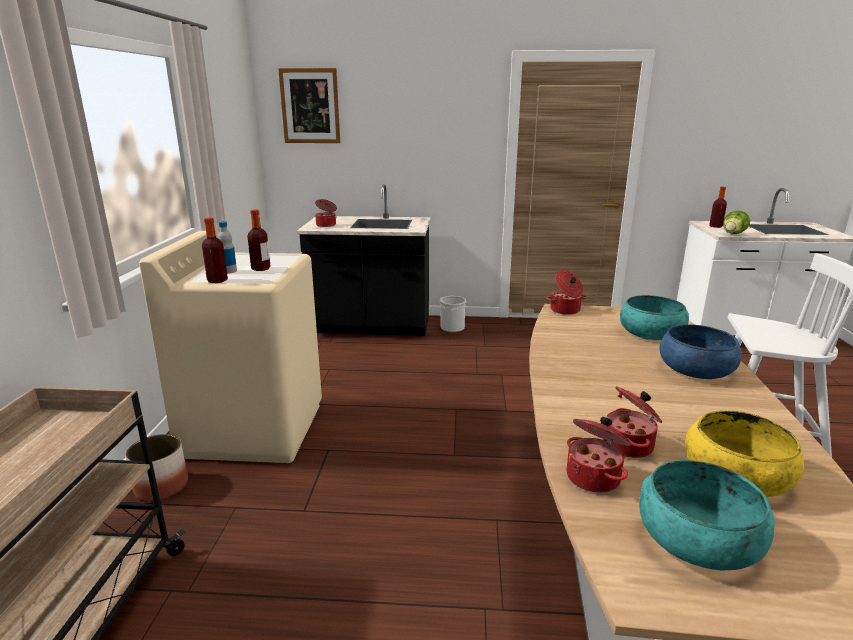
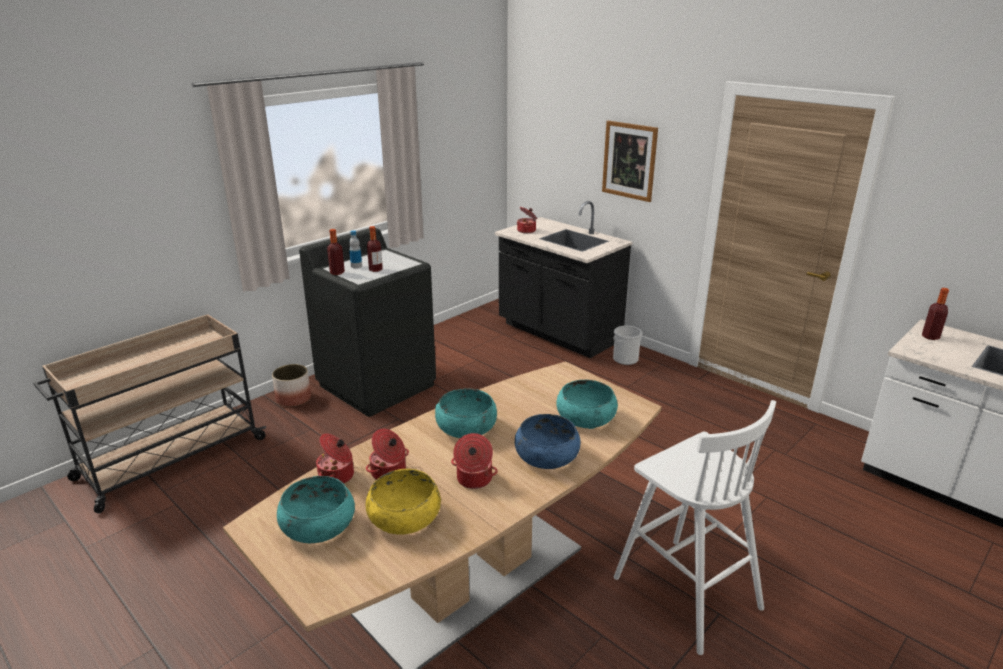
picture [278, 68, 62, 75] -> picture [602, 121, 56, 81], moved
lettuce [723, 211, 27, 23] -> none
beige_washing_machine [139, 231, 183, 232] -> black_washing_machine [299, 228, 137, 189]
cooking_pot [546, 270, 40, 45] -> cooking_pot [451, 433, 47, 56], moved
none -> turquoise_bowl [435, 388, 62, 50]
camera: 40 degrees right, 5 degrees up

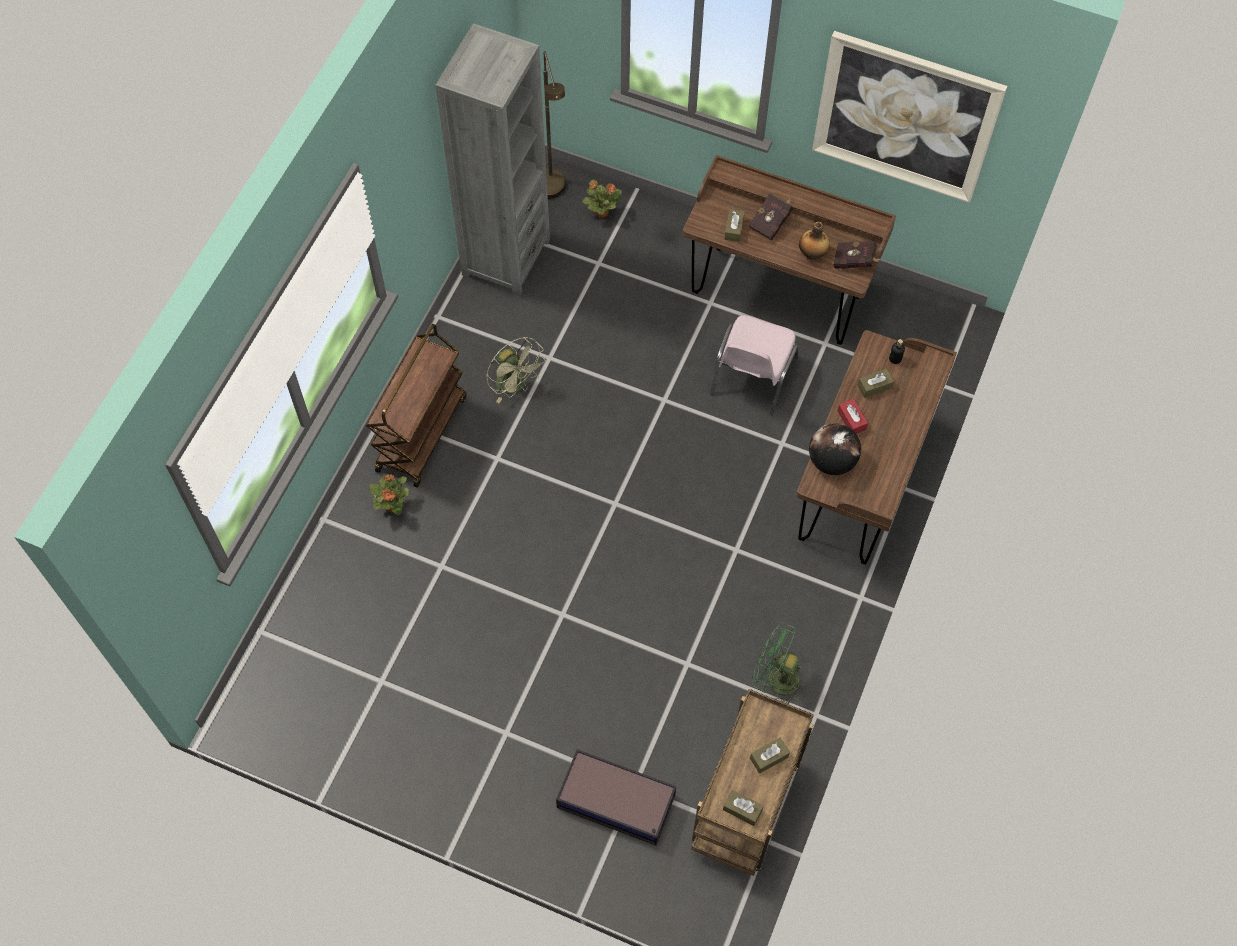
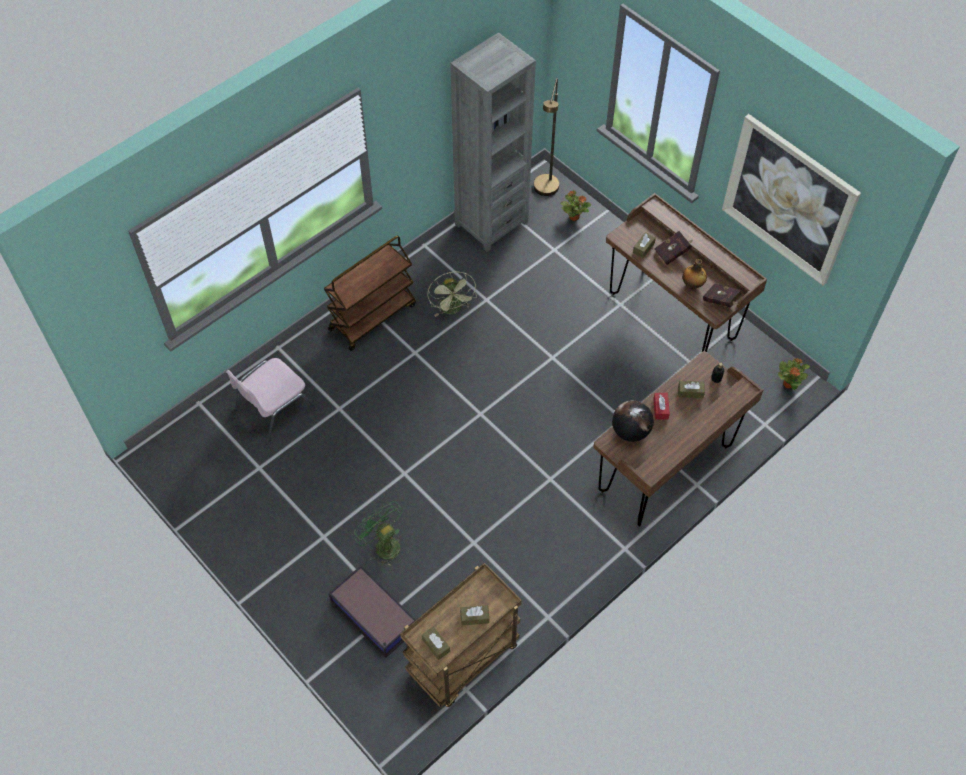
pink_chair [710, 315, 89, 100] -> pink_chair [226, 358, 90, 83], moved
potted_plant [369, 474, 40, 41] -> potted_plant [778, 358, 32, 32], moved
green_fan [752, 622, 53, 82] -> green_fan [354, 501, 49, 66], moved
camera: 25 degrees right, 5 degrees down

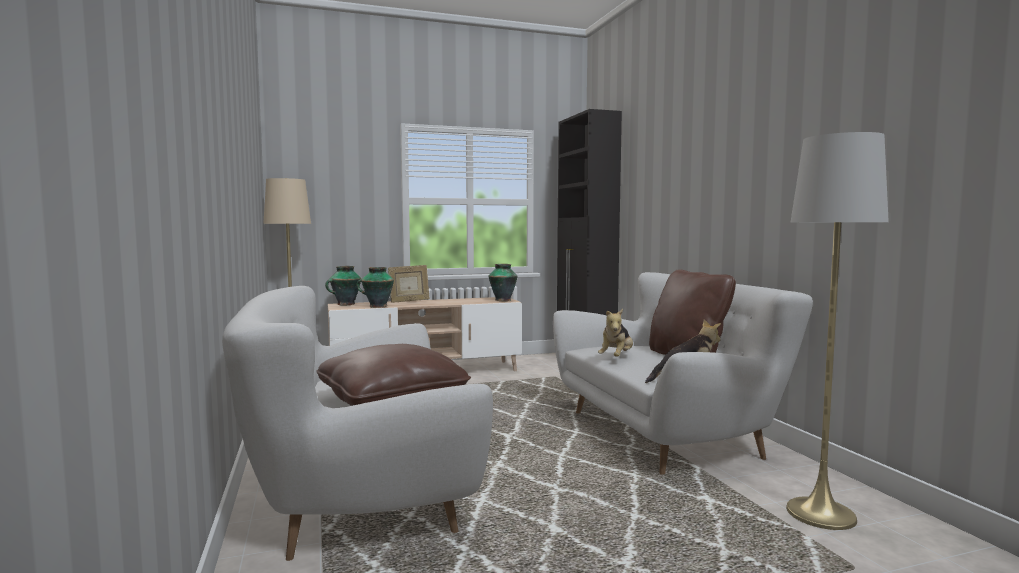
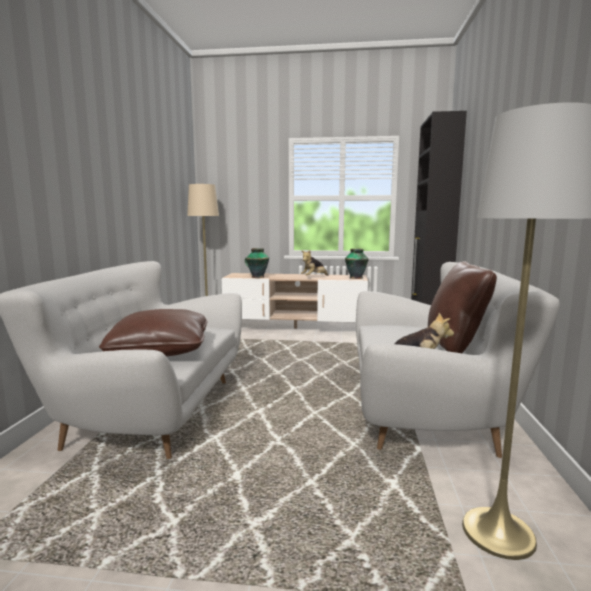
picture_frame [388, 265, 42, 38] -> none
vase [325, 266, 36, 39] -> none
plush_toy [598, 309, 35, 48] -> plush_toy [301, 250, 27, 26], moved
camera: 25 degrees right, 5 degrees up

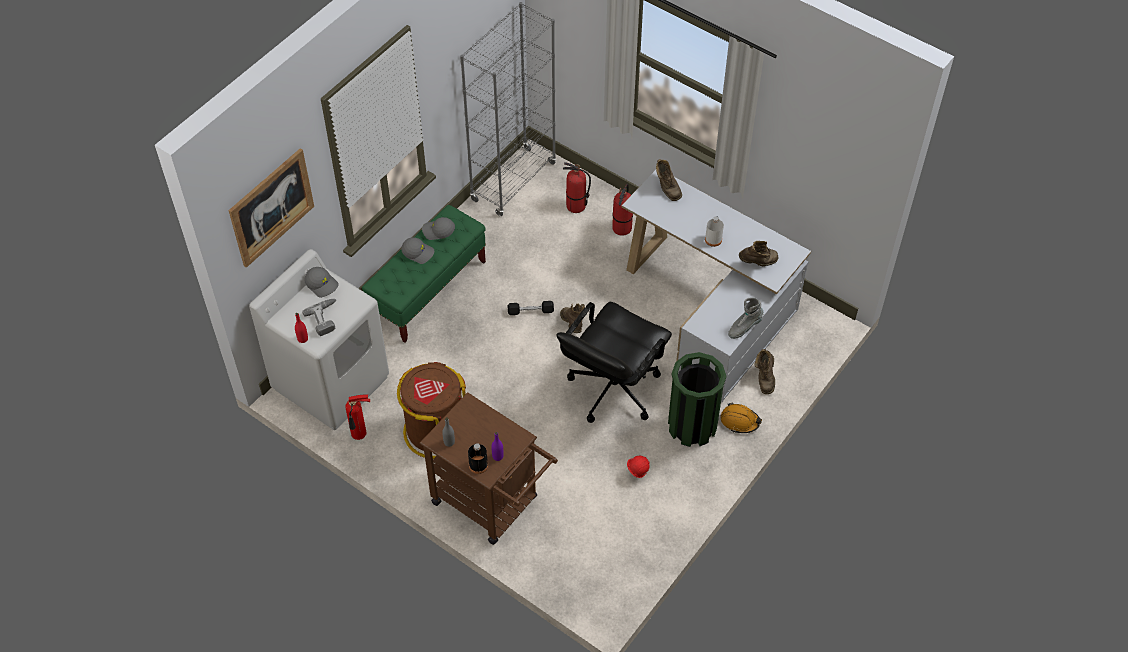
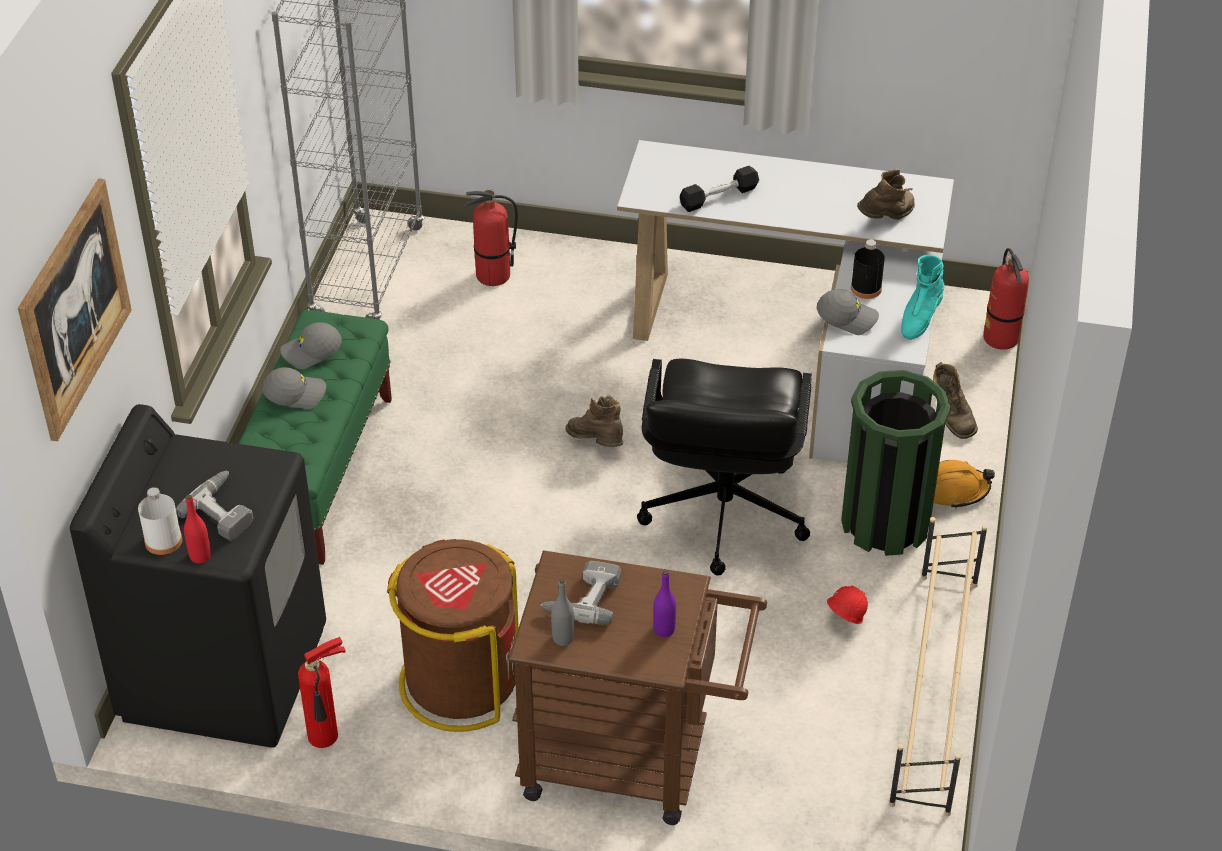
brown_boot [656, 159, 26, 42] -> none
fire_extinguisher [612, 184, 21, 52] -> fire_extinguisher [983, 248, 46, 102], moved
white_bottle [705, 216, 19, 31] -> white_bottle [138, 487, 44, 68], moved
white_washing_machine [249, 249, 140, 181] -> black_washing_machine [70, 404, 256, 344]
grey_cap [304, 267, 35, 31] -> grey_cap [817, 289, 62, 46], moved
grey_boot [728, 297, 35, 42] -> turquoise_boot [901, 255, 43, 85]
black_dumbbell [508, 301, 46, 14] -> black_dumbbell [680, 166, 79, 46], moved
black_bottle [468, 443, 20, 31] -> black_bottle [851, 239, 34, 60], moved
none -> beige_shoe_rack [889, 517, 98, 299]
none -> power_drill [541, 561, 80, 64]
camera: 25 degrees left, 10 degrees down

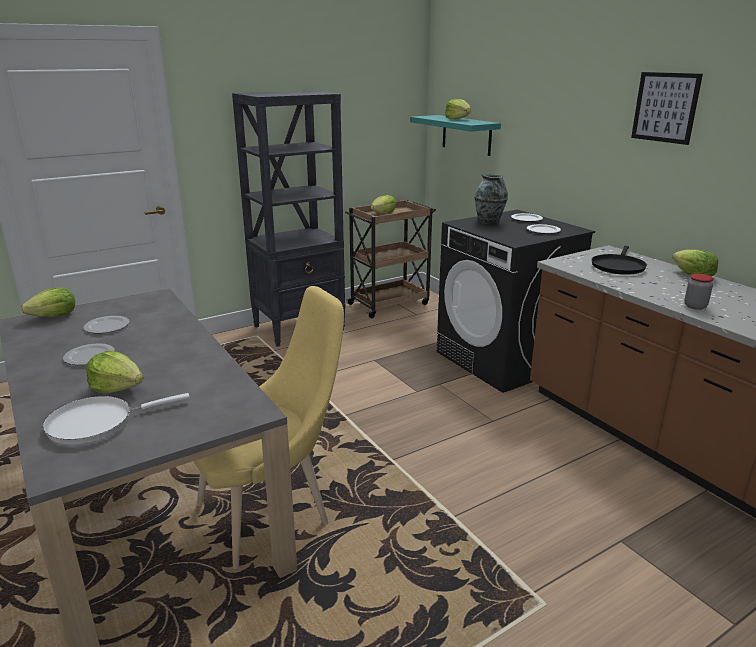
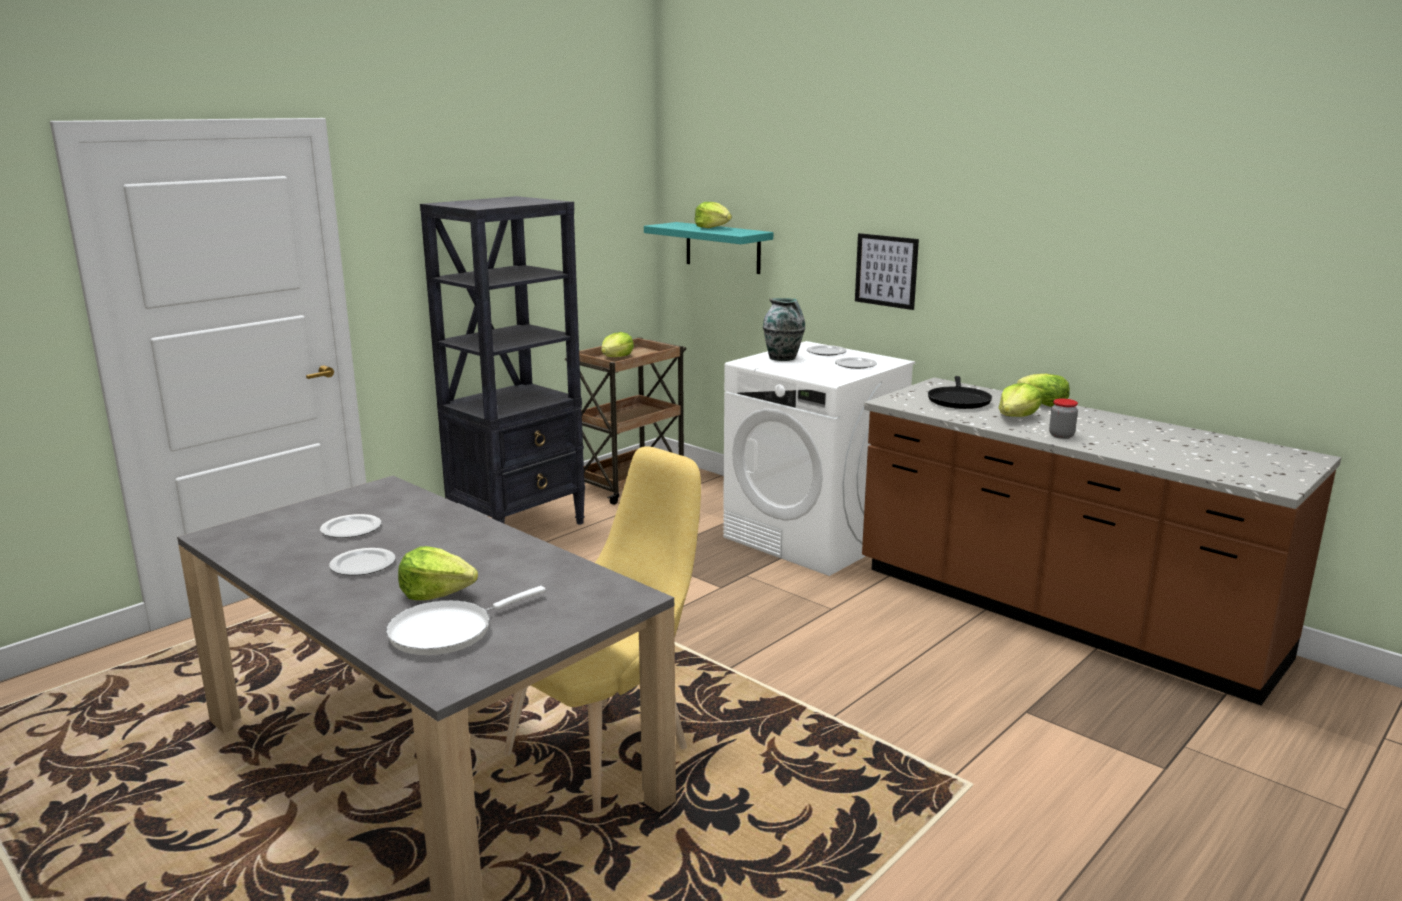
picture [631, 72, 72, 73] -> picture [855, 233, 64, 77], moved
black_washing_machine [437, 210, 158, 183] -> white_washing_machine [723, 341, 192, 235]
lettuce [21, 287, 54, 30] -> lettuce [999, 383, 43, 34], moved
camera: 15 degrees left, 5 degrees down

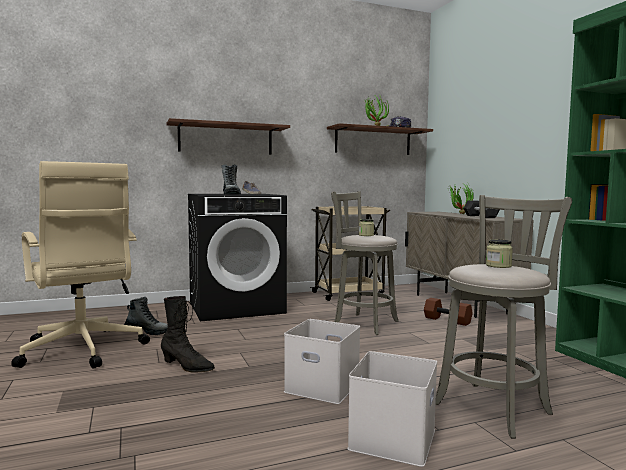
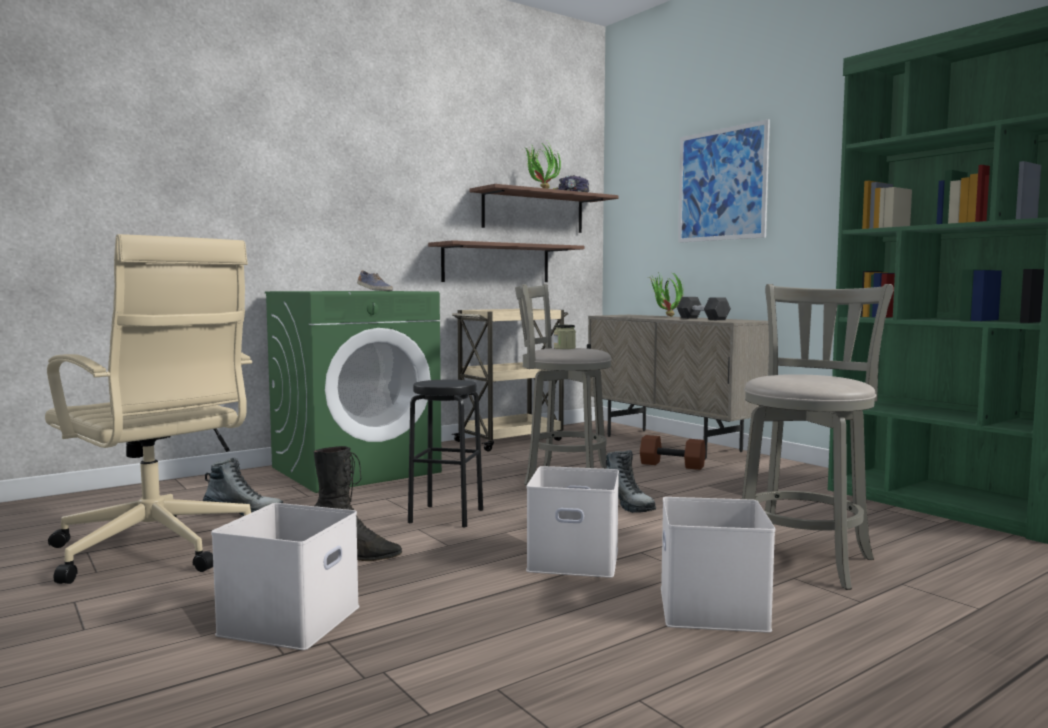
shelf [167, 118, 123, 37] -> shelf [428, 240, 156, 42], moved
boot [221, 164, 20, 31] -> boot [606, 450, 50, 63], moved
black_washing_machine [188, 194, 99, 127] -> green_washing_machine [265, 291, 177, 202]
jar [486, 239, 27, 29] -> none
none -> picture [678, 119, 92, 124]
none -> black_stool [408, 380, 75, 147]
none -> white_storage_box [211, 503, 148, 147]
camera: 15 degrees left, 0 degrees up

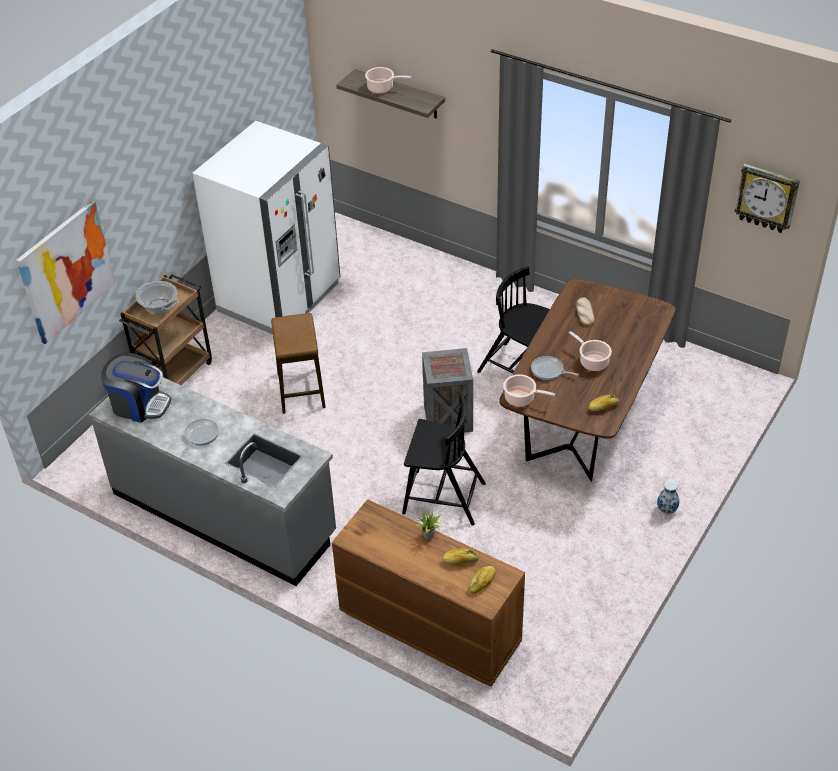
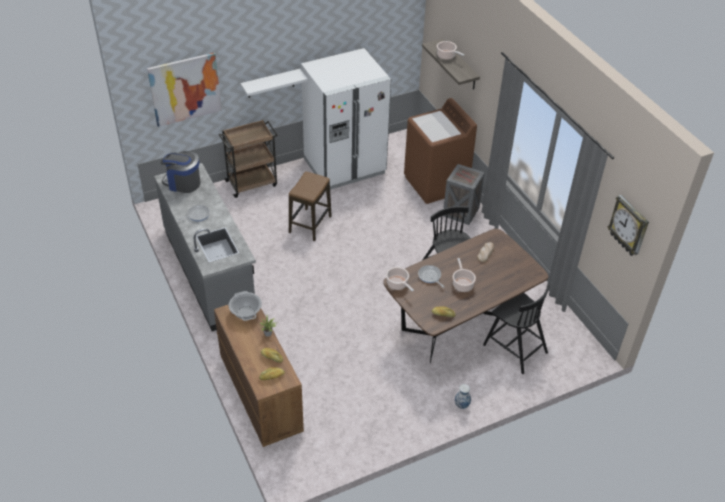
cooking_pot [135, 281, 44, 33] -> cooking_pot [229, 291, 33, 30], moved
crate [422, 348, 51, 85] -> crate [443, 164, 42, 61], moved
coffee_machine [101, 353, 70, 70] -> coffee_machine [161, 151, 39, 42], 150 degrees clockwise
black_chair [402, 393, 84, 132] -> black_chair [483, 284, 67, 90], moved
none -> white_shelf [241, 69, 67, 29]
none -> brown_washing_machine [404, 98, 73, 106]
camera: 30 degrees right, 0 degrees up

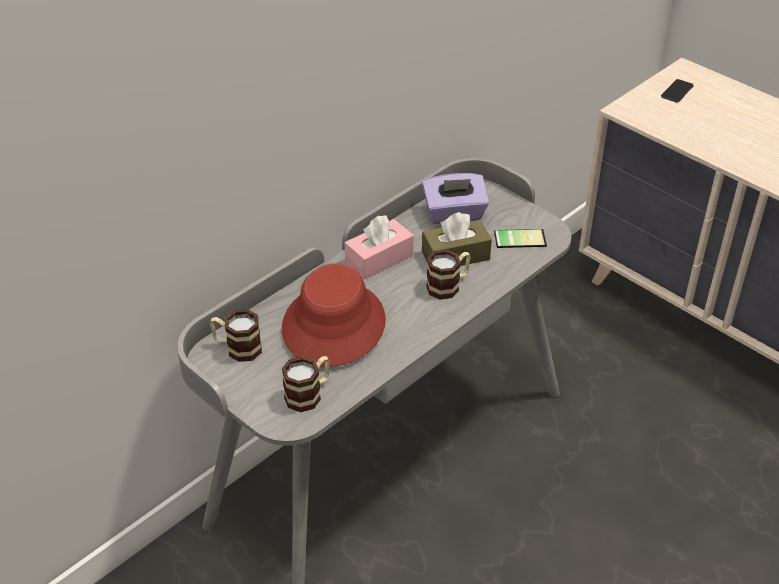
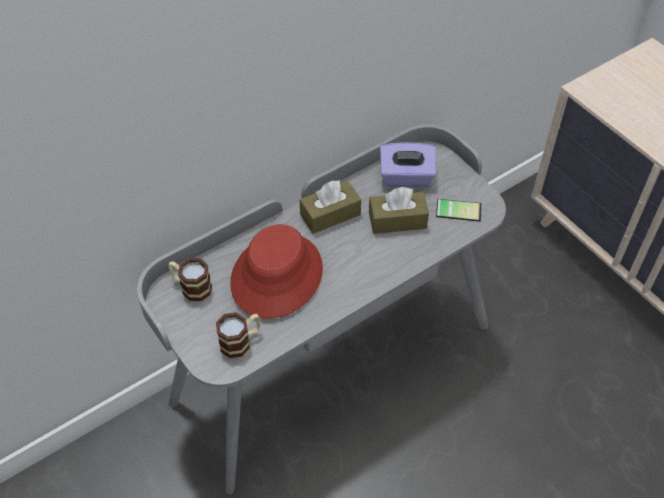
phone [661, 79, 33, 23] -> none
pink_tissue_box [345, 215, 69, 65] -> brown_tissue_box [300, 180, 61, 54]
mug [426, 250, 45, 50] -> none
camera: 10 degrees right, 10 degrees up

